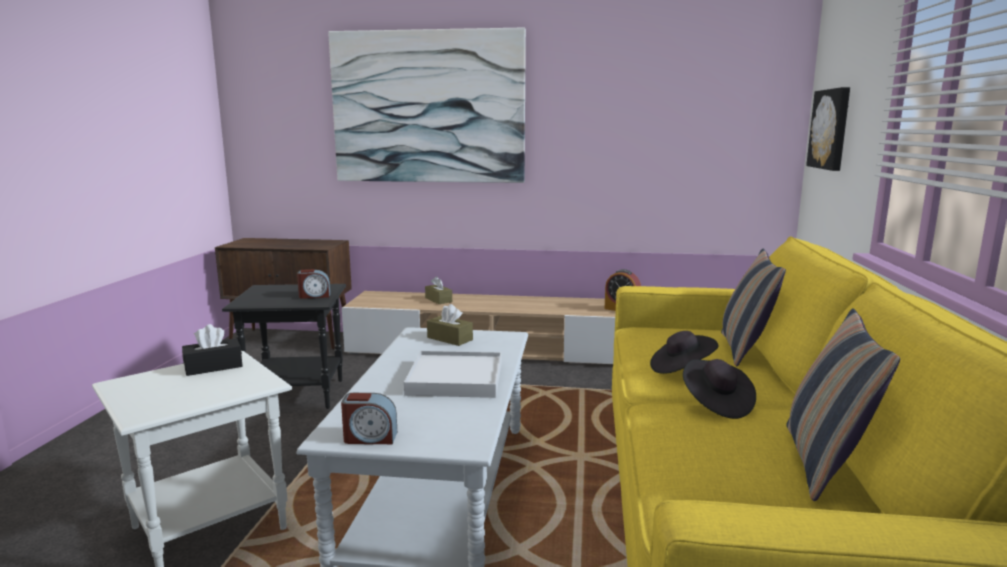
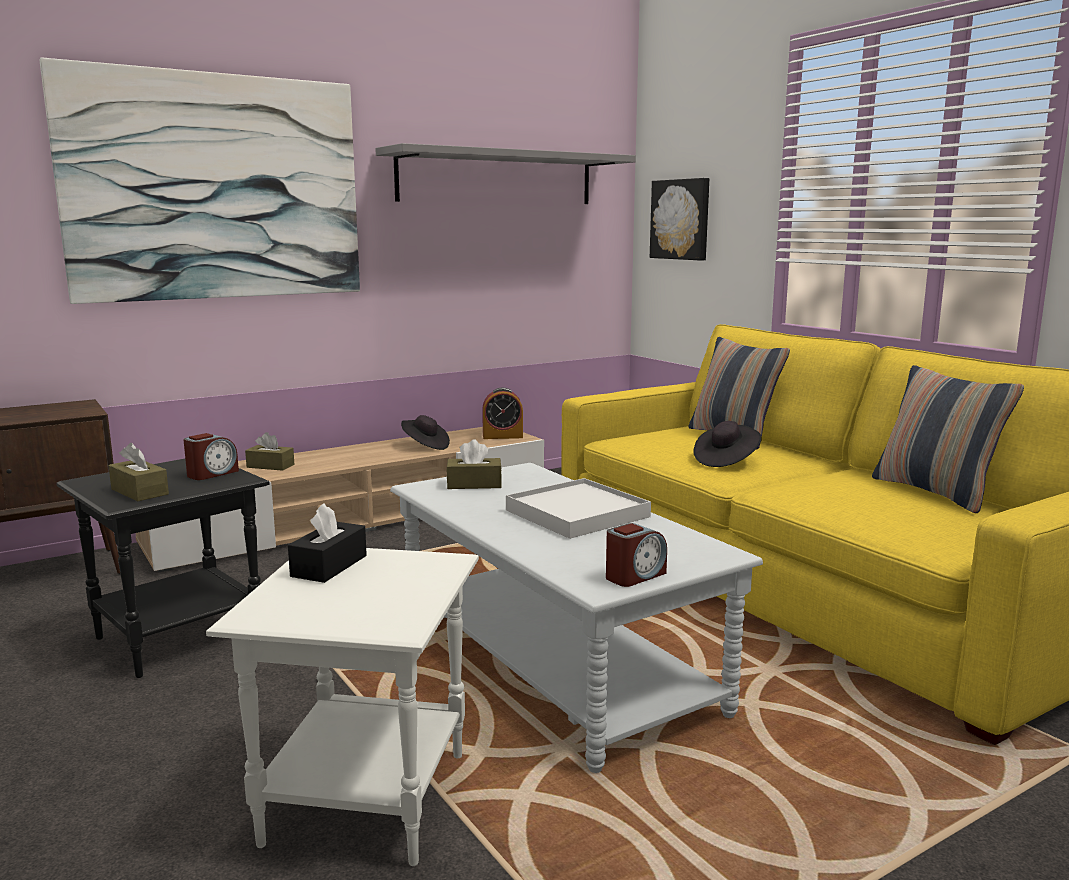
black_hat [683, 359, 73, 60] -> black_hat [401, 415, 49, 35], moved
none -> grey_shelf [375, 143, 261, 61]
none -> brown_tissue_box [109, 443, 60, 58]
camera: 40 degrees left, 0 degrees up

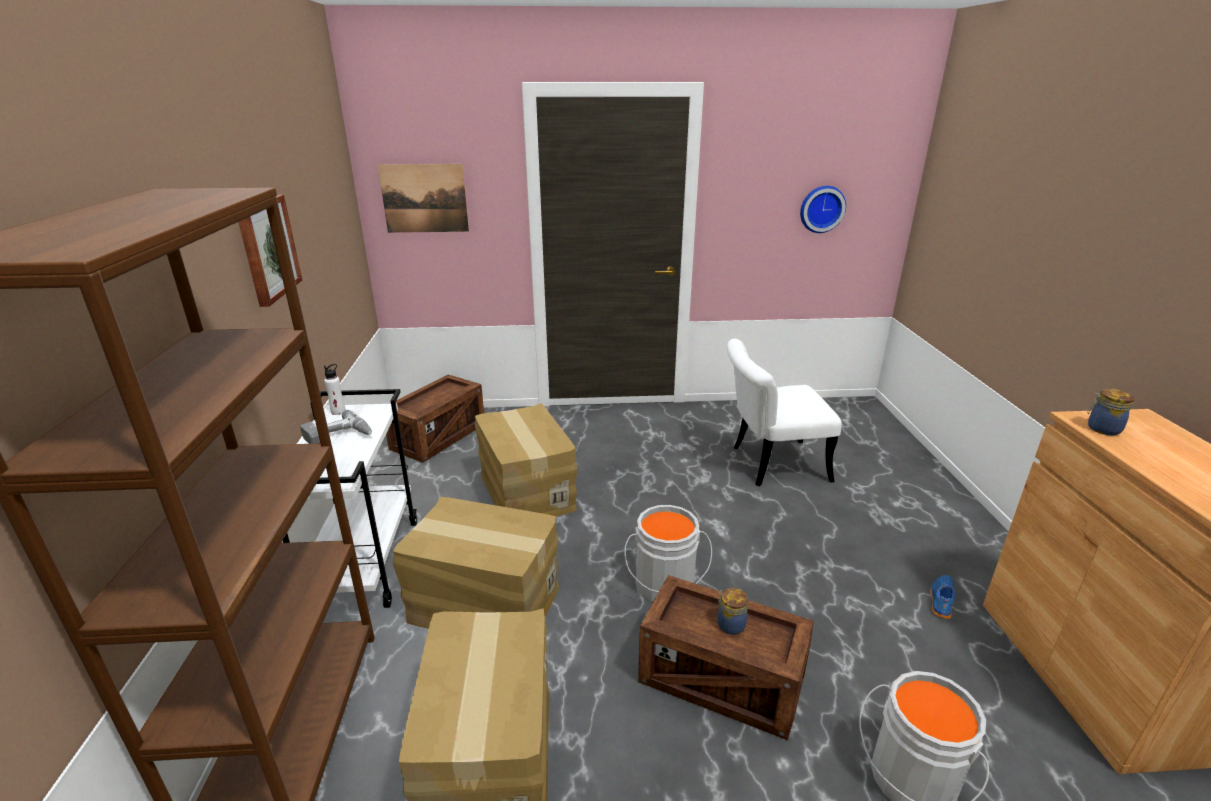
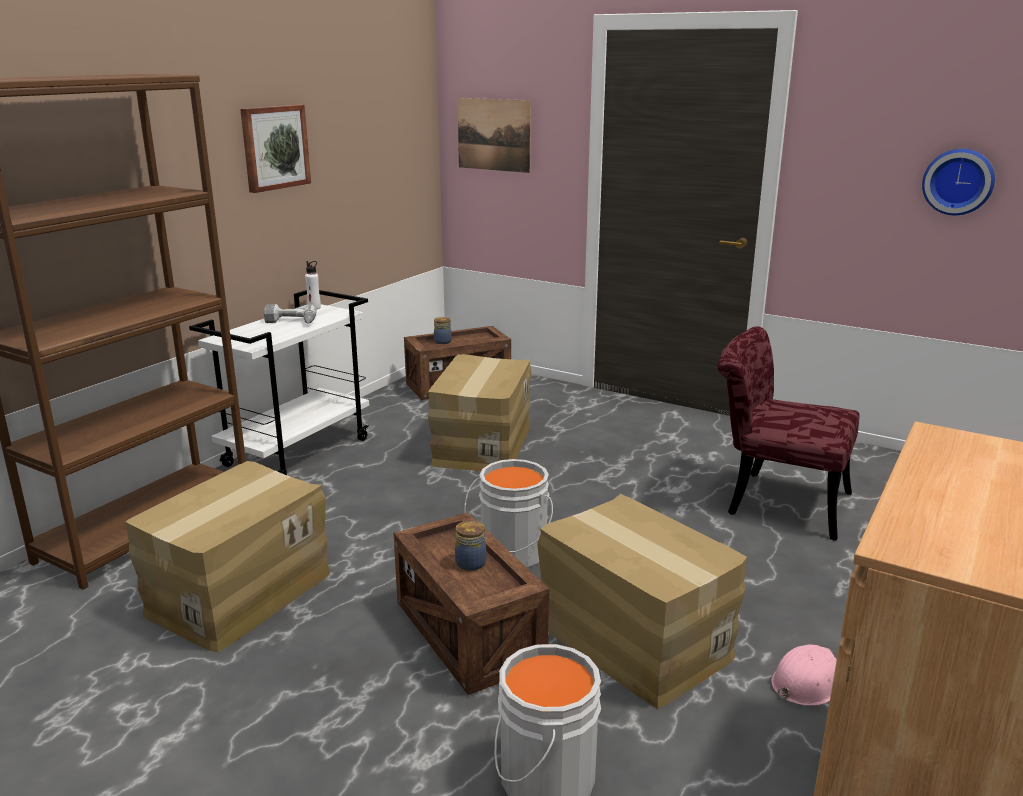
white_chair [727, 339, 115, 147] -> red_chair [718, 326, 142, 215]
jar [1087, 388, 48, 47] -> jar [434, 317, 18, 27], moved
cardboard_box [393, 497, 166, 132] -> cardboard_box [538, 494, 209, 215], moved
blue_shoe [930, 575, 26, 44] -> pink_hard_hat [771, 644, 66, 62]
camera: 35 degrees right, 5 degrees down

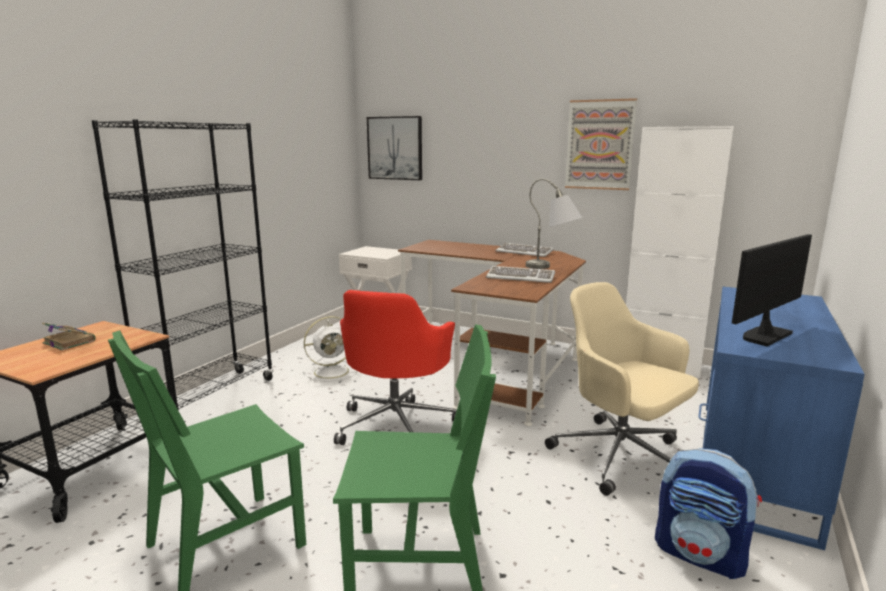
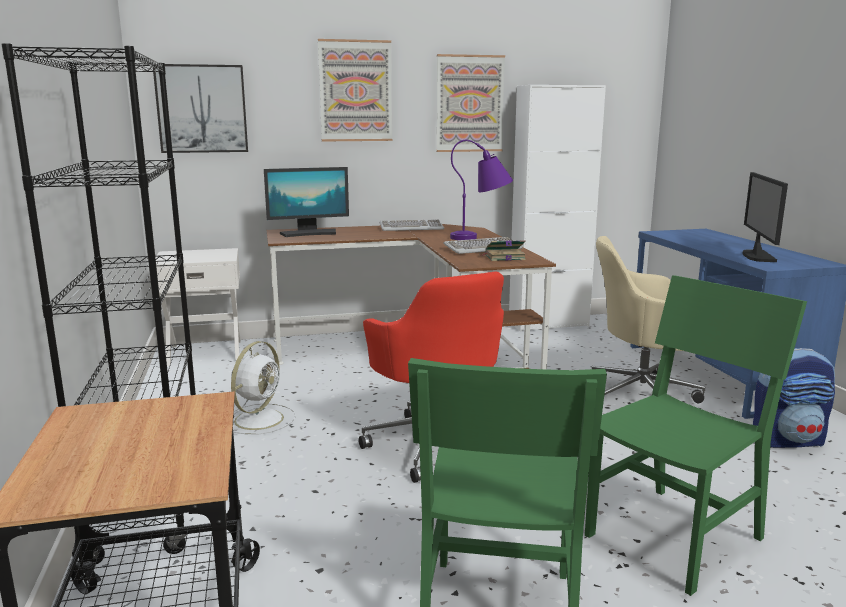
grey_table_lamp [526, 179, 56, 90] -> purple_table_lamp [450, 140, 63, 100]
book [42, 322, 54, 29] -> book [480, 240, 46, 21], moved
none -> picture [318, 39, 75, 103]
none -> monitor [264, 167, 85, 70]
camera: 40 degrees left, 0 degrees up

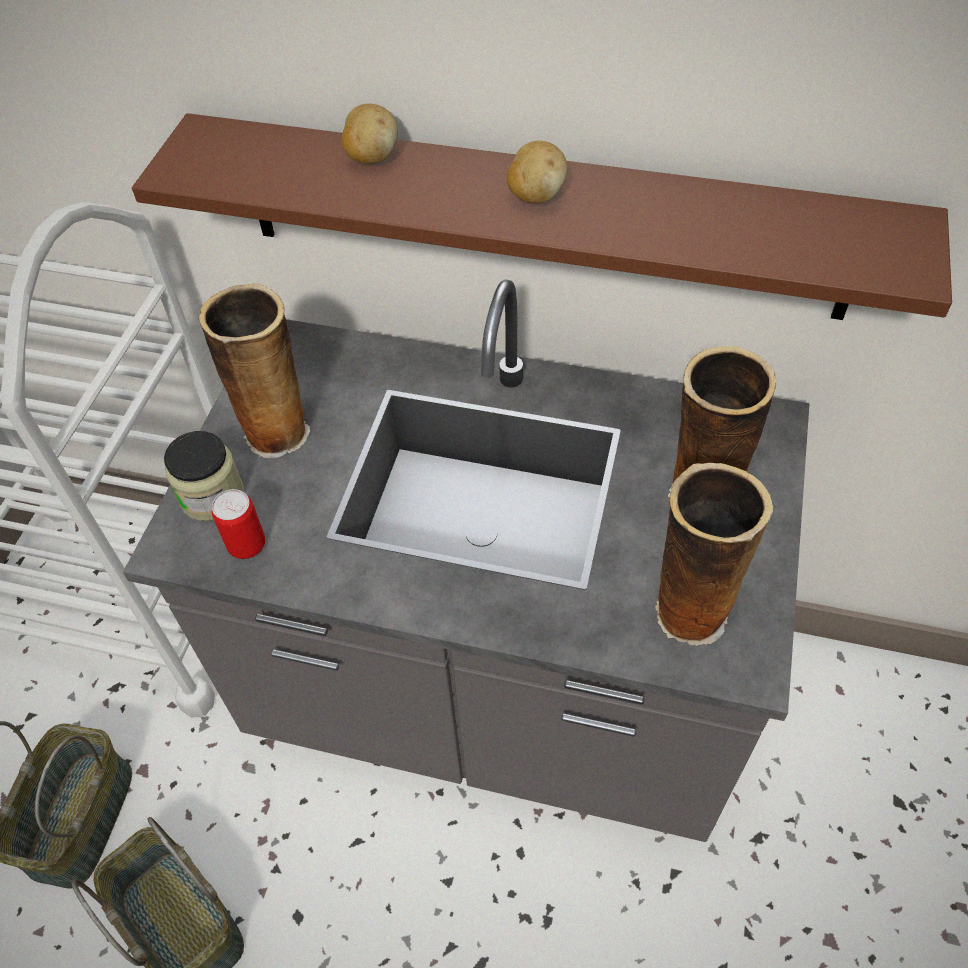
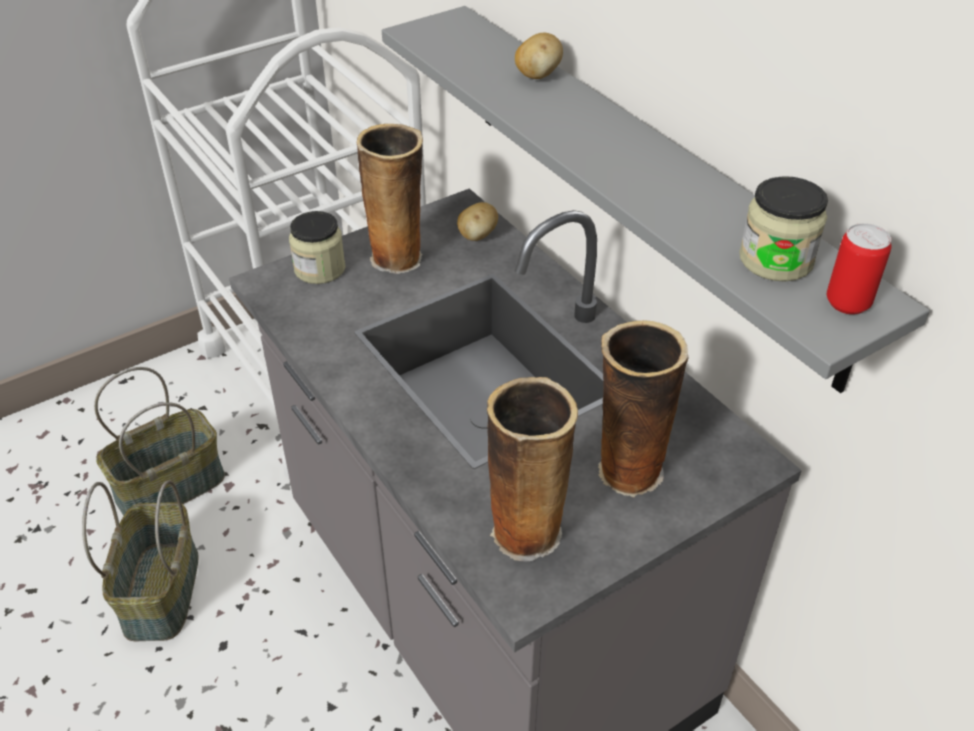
brown_shelf [132, 113, 820, 207] -> grey_shelf [382, 6, 548, 387]
potato [507, 140, 61, 64] -> potato [457, 202, 41, 39], moved
can [212, 489, 53, 70] -> can [827, 223, 65, 92], moved
none -> jar [739, 176, 89, 106]
camera: 40 degrees right, 10 degrees down

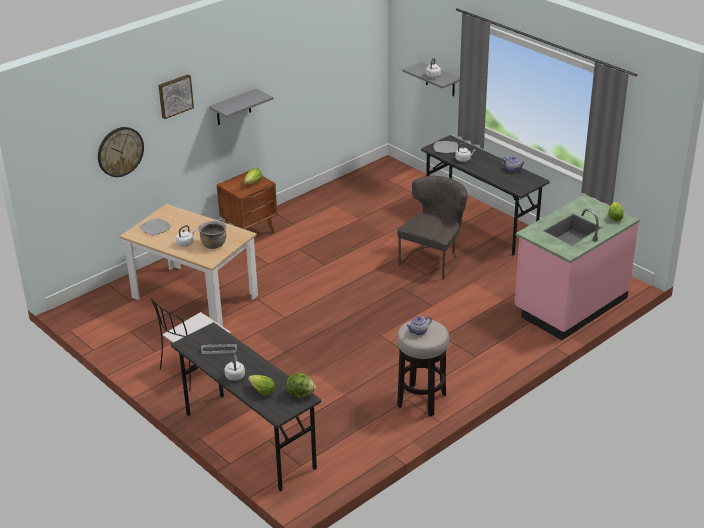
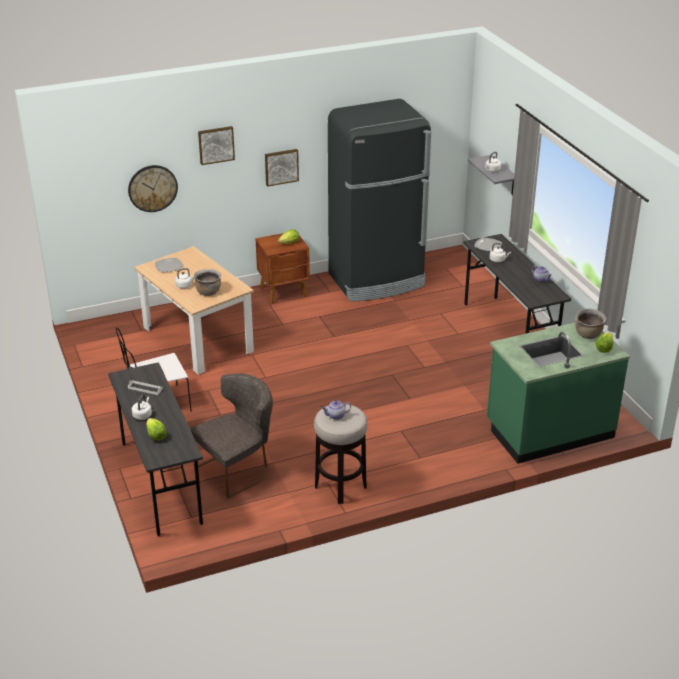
grey_shelf [209, 89, 64, 36] -> picture [265, 149, 34, 38]
grey_chair [397, 176, 71, 104] -> grey_chair [190, 373, 83, 125], moved
pink_counter [515, 195, 125, 145] -> green_counter [487, 322, 143, 142]
lettuce [286, 373, 30, 24] -> none
none -> black_fridge [328, 99, 103, 203]
none -> brown_cooking_pot [575, 309, 31, 30]
camera: 20 degrees right, 0 degrees up

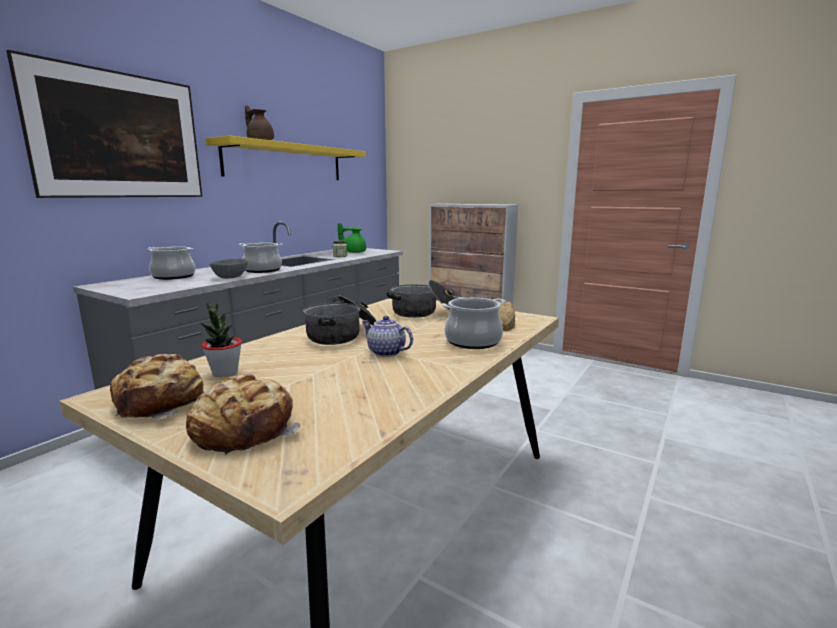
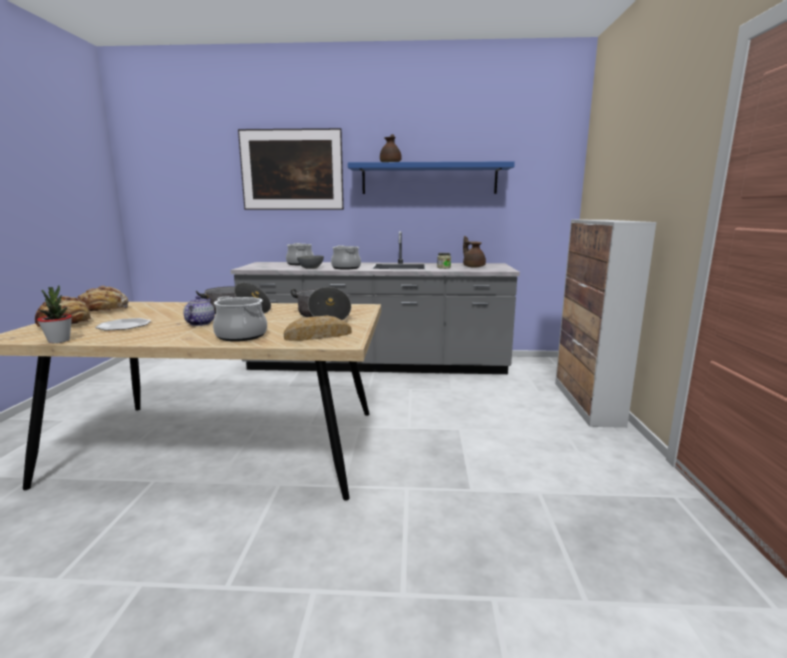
yellow_shelf [205, 135, 161, 45] -> blue_shelf [348, 161, 167, 33]
green_teapot [338, 223, 28, 30] -> brown_teapot [463, 236, 23, 32]
potted_plant [200, 302, 42, 75] -> potted_plant [37, 285, 35, 58], moved
none -> plate [95, 318, 56, 13]
camera: 60 degrees right, 0 degrees up

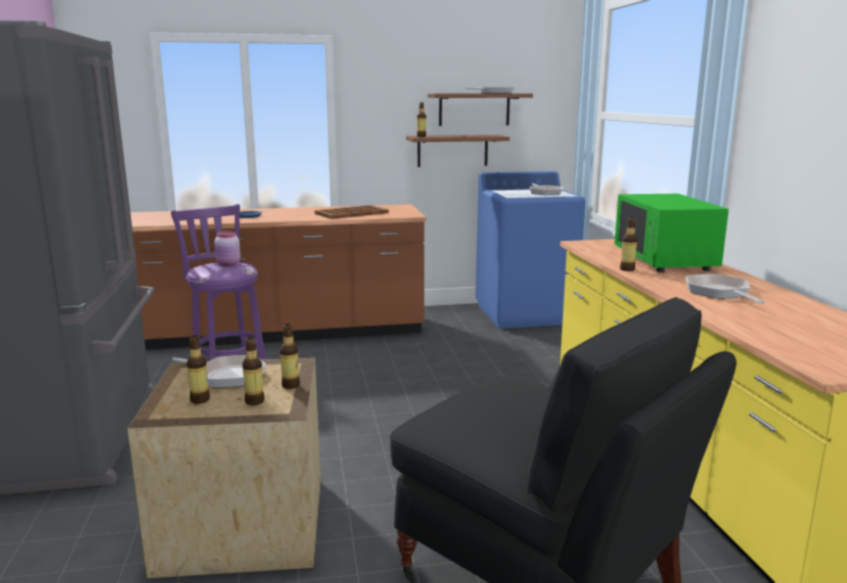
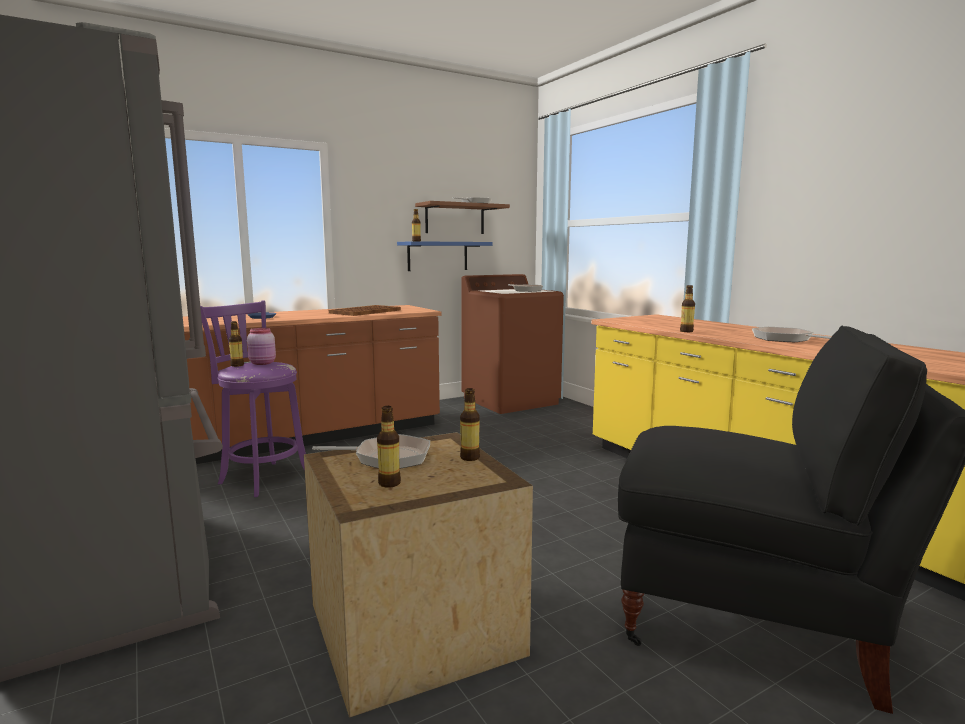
brown_shelf [406, 135, 104, 32] -> blue_shelf [397, 241, 96, 30]
blue_washing_machine [475, 171, 110, 158] -> brown_washing_machine [461, 274, 103, 140]
green_microwave [614, 194, 115, 78] -> none
bottle [242, 337, 23, 68] -> bottle [229, 321, 15, 46], moved
camera: 20 degrees left, 5 degrees down

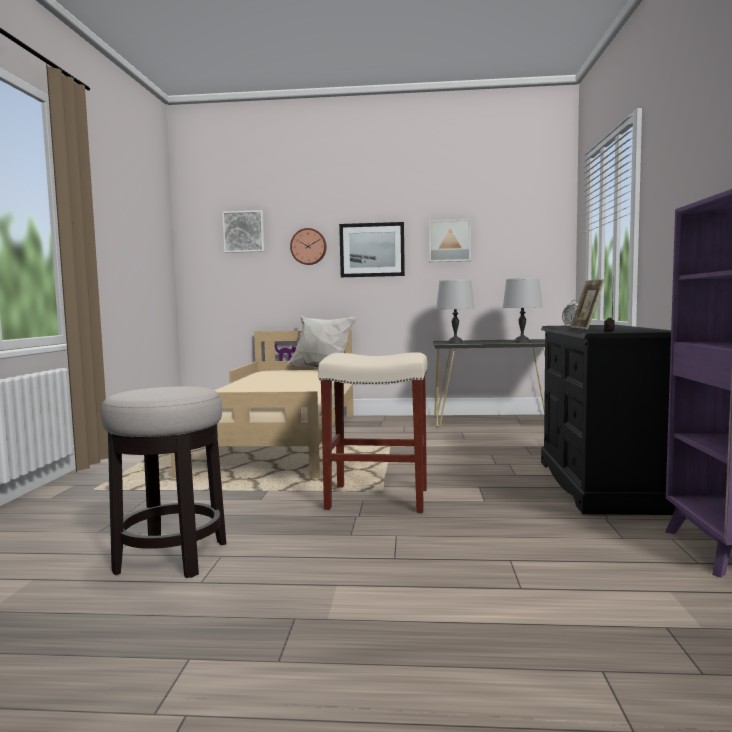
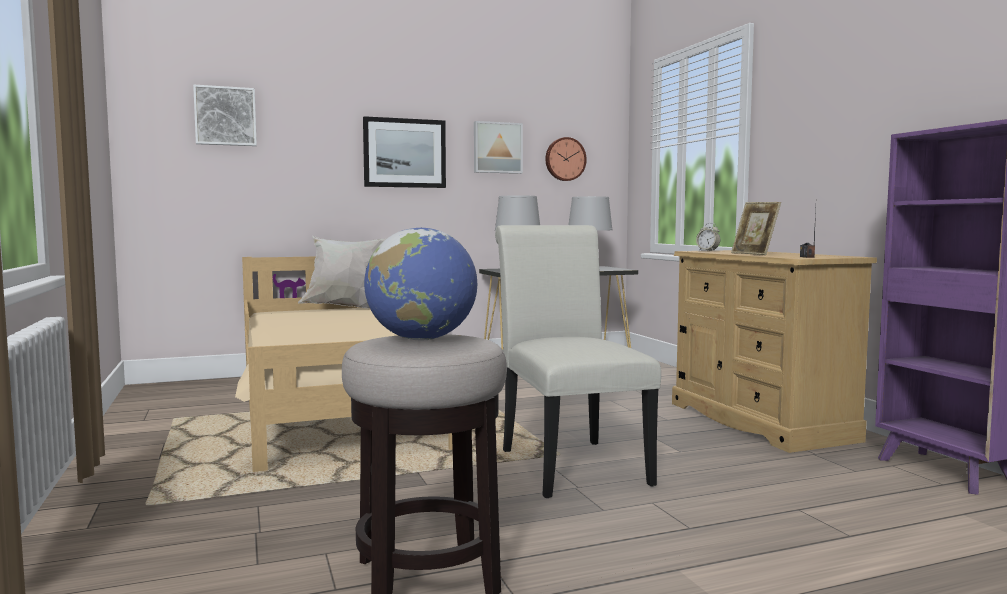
wall_clock [290, 228, 37, 37] -> wall_clock [545, 137, 42, 44], moved
black_dresser [541, 325, 135, 190] -> beige_dresser [672, 250, 205, 203]
beige_stool [318, 352, 110, 161] -> white_chair [495, 225, 166, 273]
none -> globe [364, 228, 113, 113]
camera: 25 degrees left, 0 degrees up

